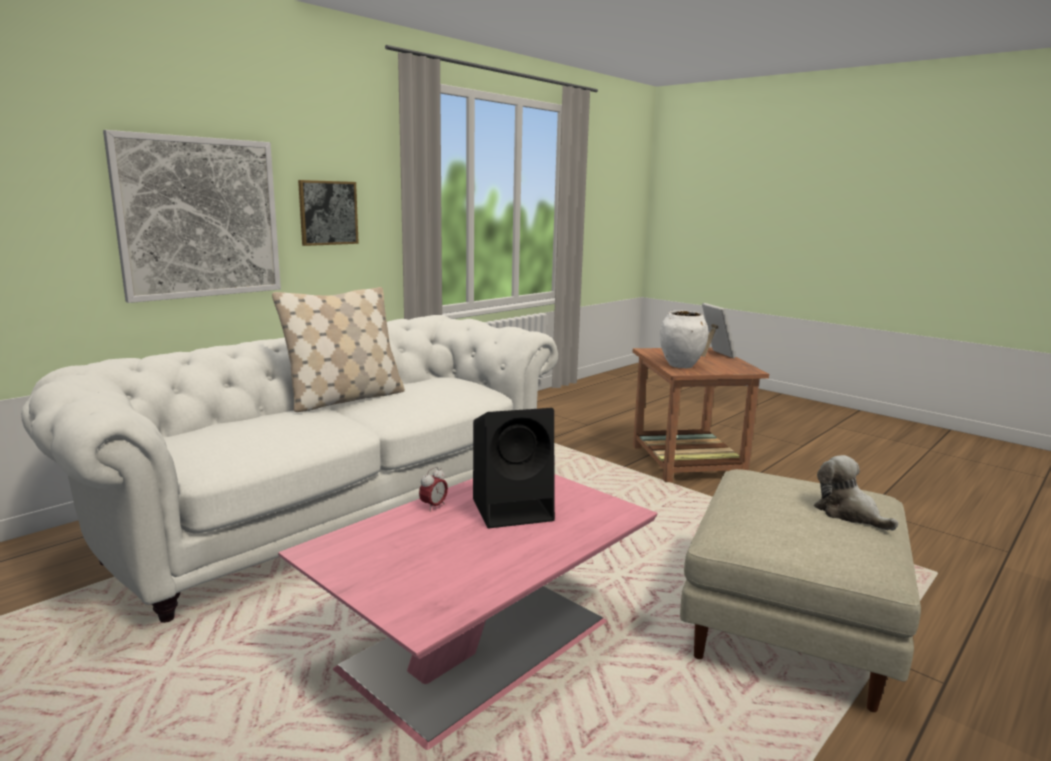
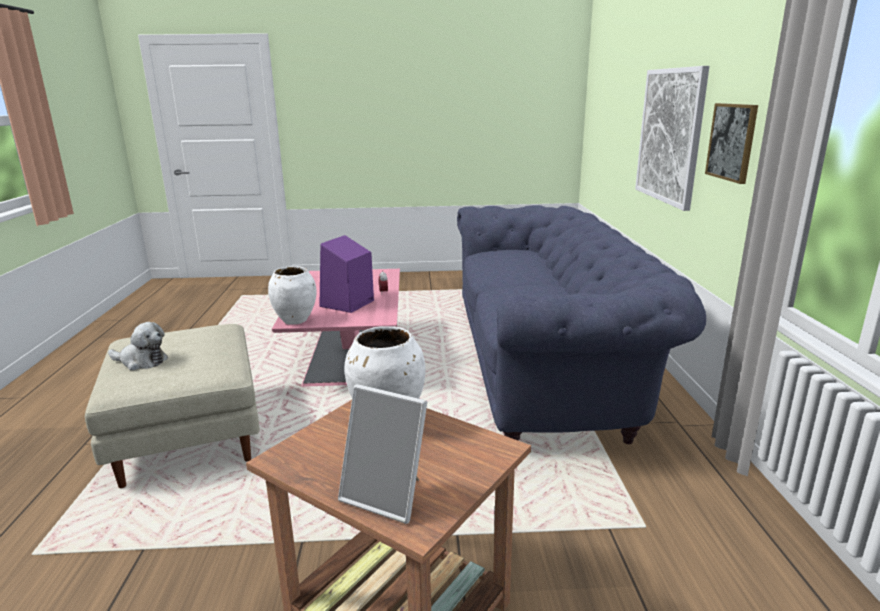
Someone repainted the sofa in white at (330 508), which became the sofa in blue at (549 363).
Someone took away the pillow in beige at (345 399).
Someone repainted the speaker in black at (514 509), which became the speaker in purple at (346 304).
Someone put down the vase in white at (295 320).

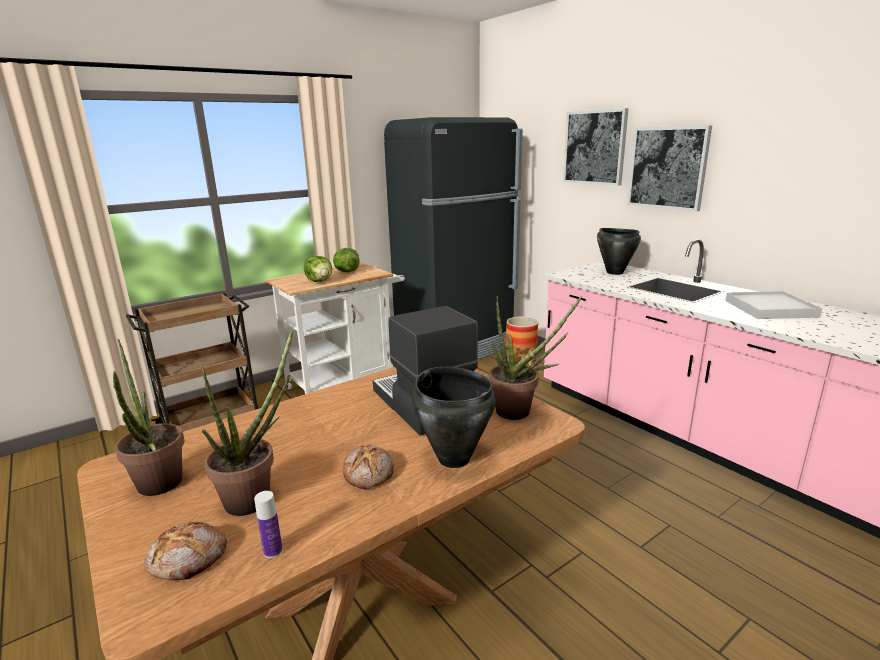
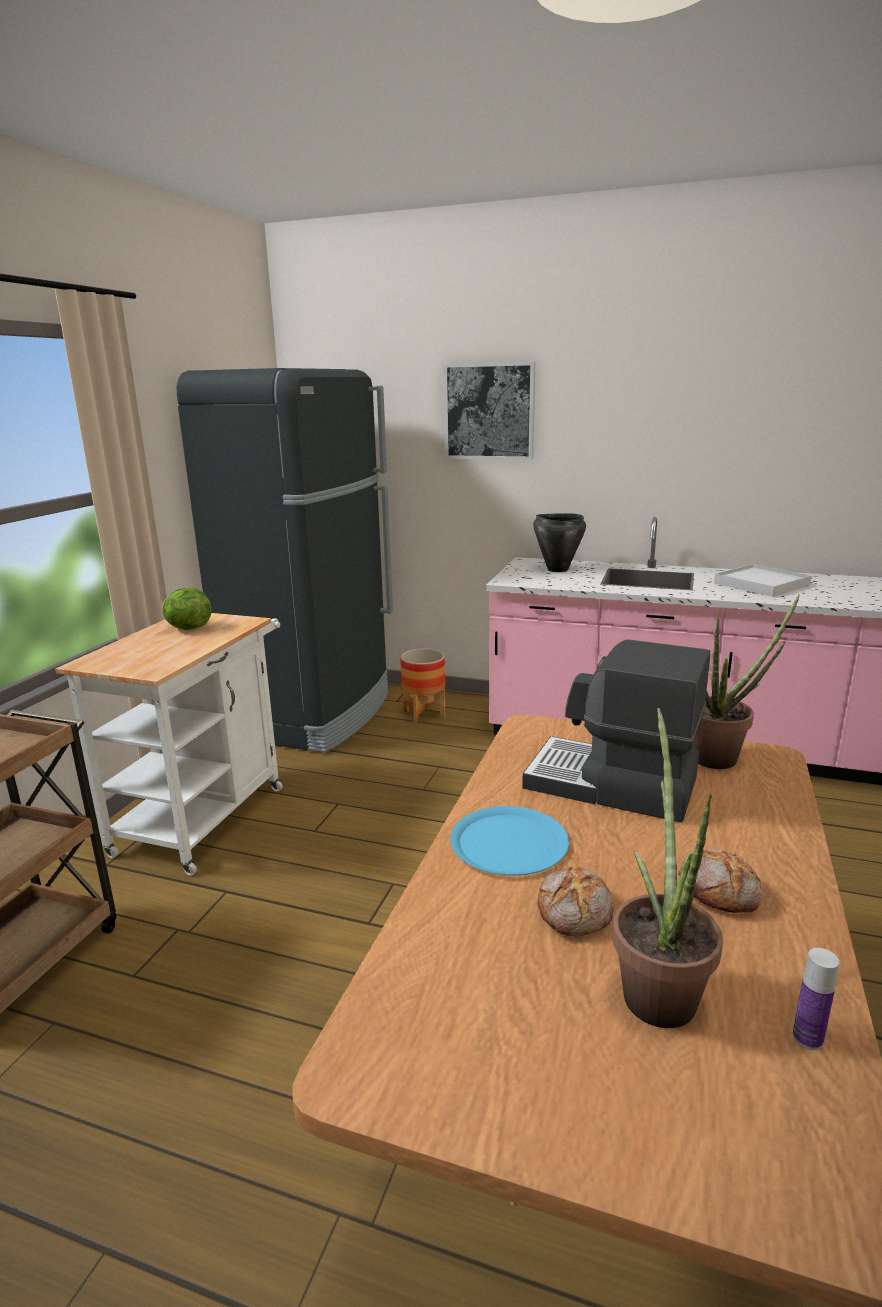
Someone took away the potted plant at (159 489).
Someone carried the bread from (189 559) to (576 911).
Someone took away the lettuce at (320 281).
Someone took away the cooking pot in black at (454 458).
Someone took away the picture at (668 168).
Someone put down the plate in blue at (508 842).

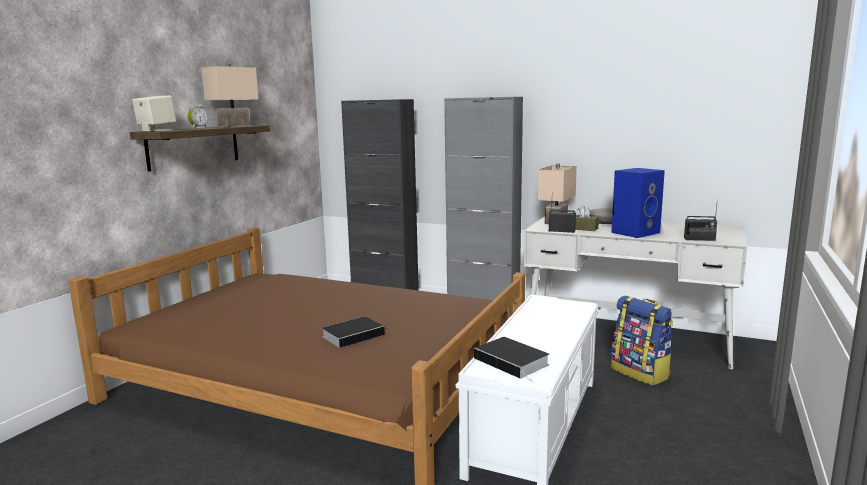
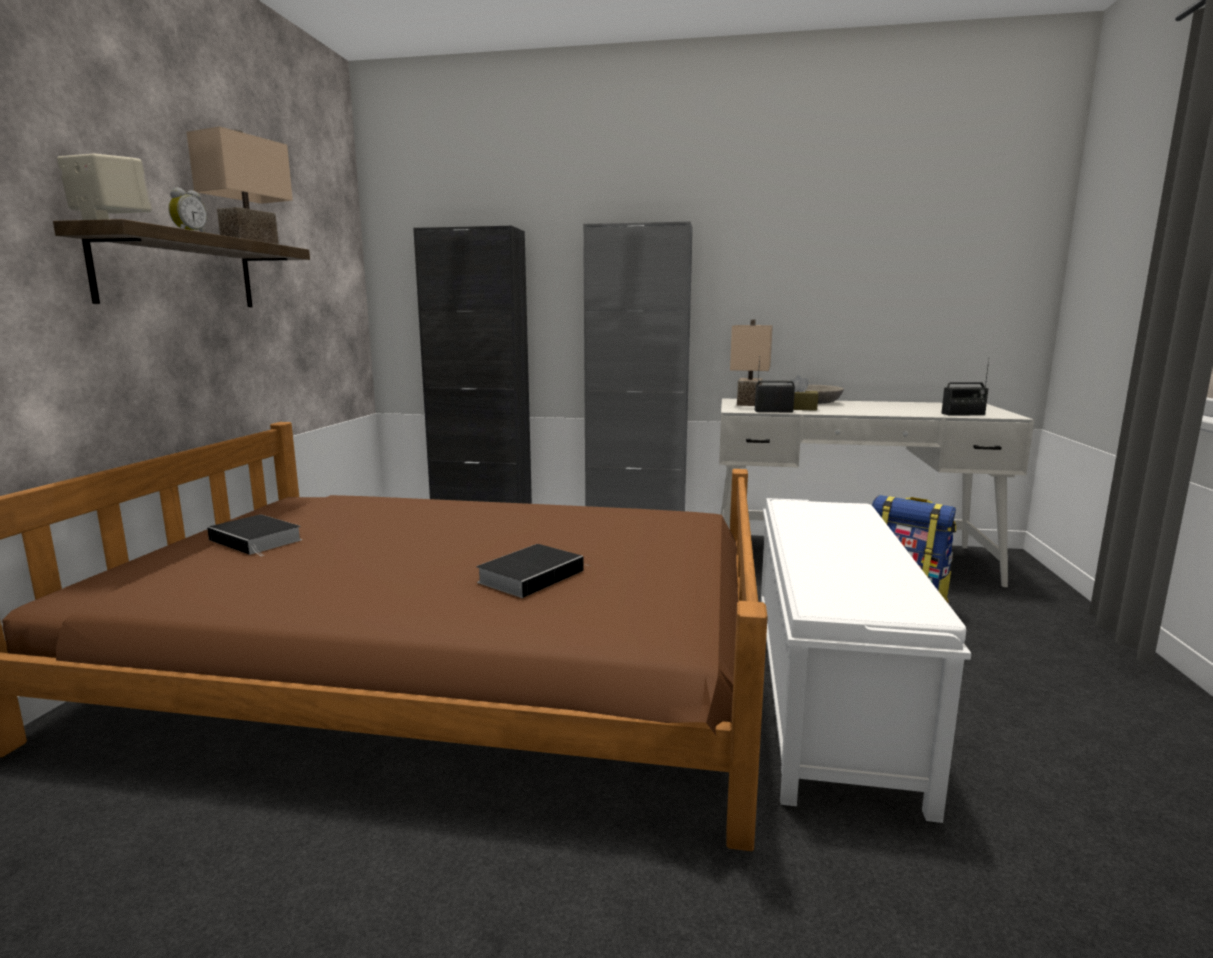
Someone carried the book from (513 362) to (258 540).
Someone took away the speaker in blue at (635 232).

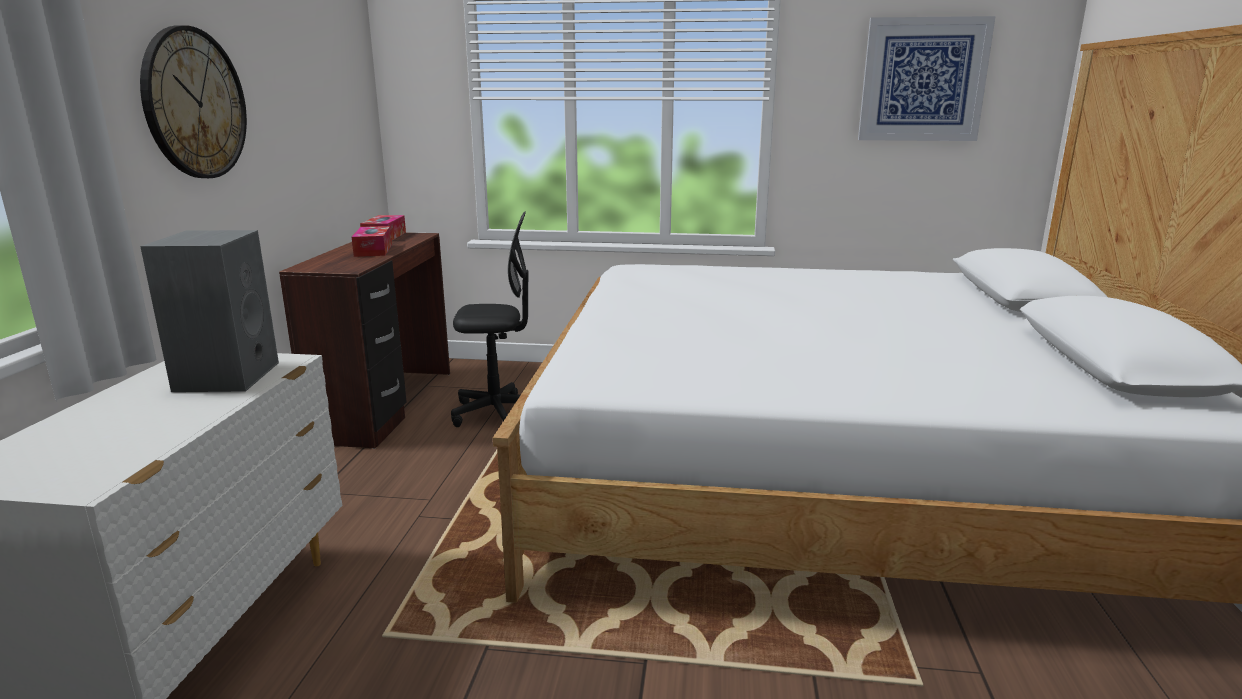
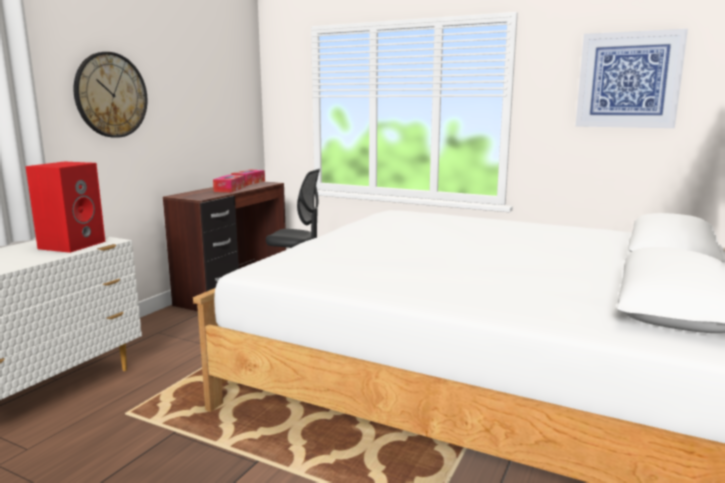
Someone repainted the speaker in grey at (226 376), which became the speaker in red at (72 244).

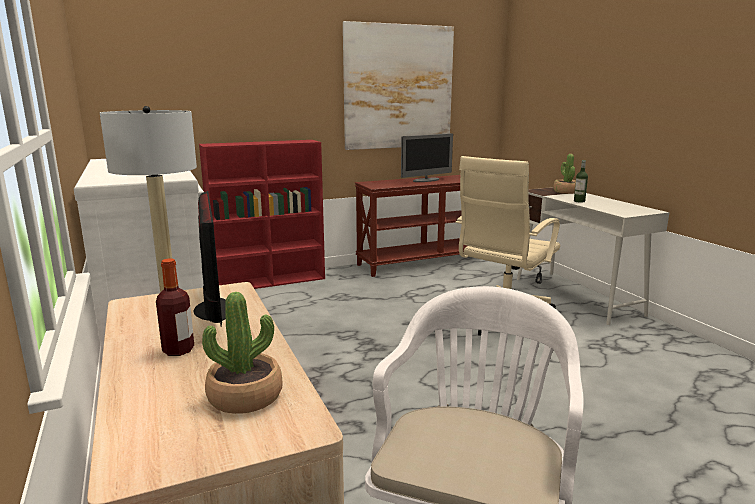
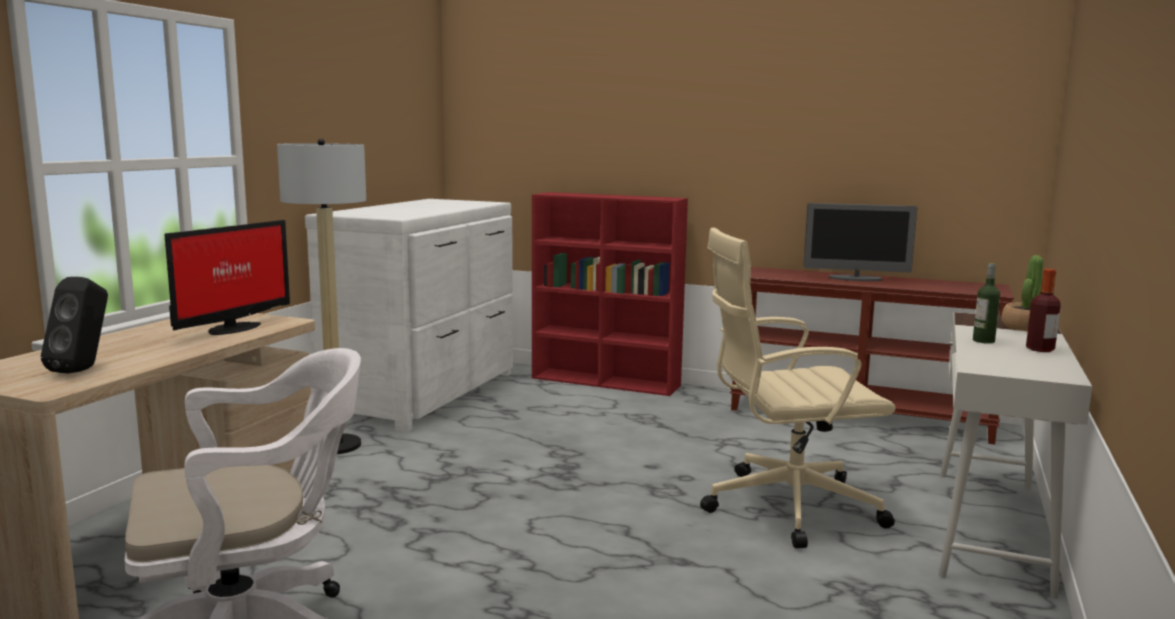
Someone carried the bottle from (178 350) to (1040 349).
Someone swapped the potted plant at (245 396) for the speaker in black at (83 369).
Someone took away the picture at (398 87).

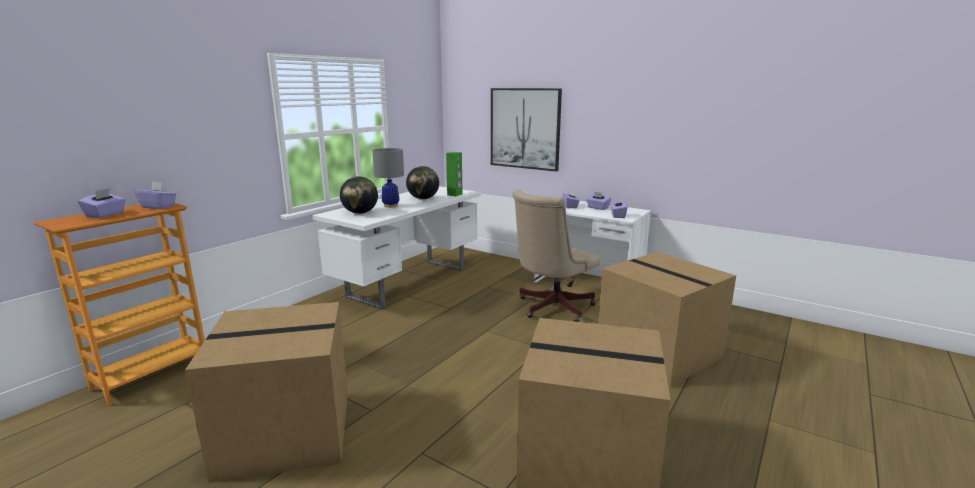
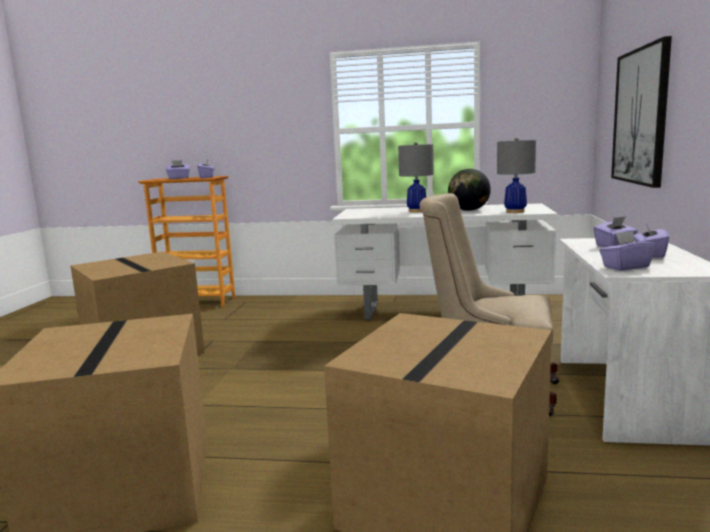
Someone took away the globe at (360 213).
Someone swapped the speaker in green at (455 194) for the table lamp in grey at (515 211).

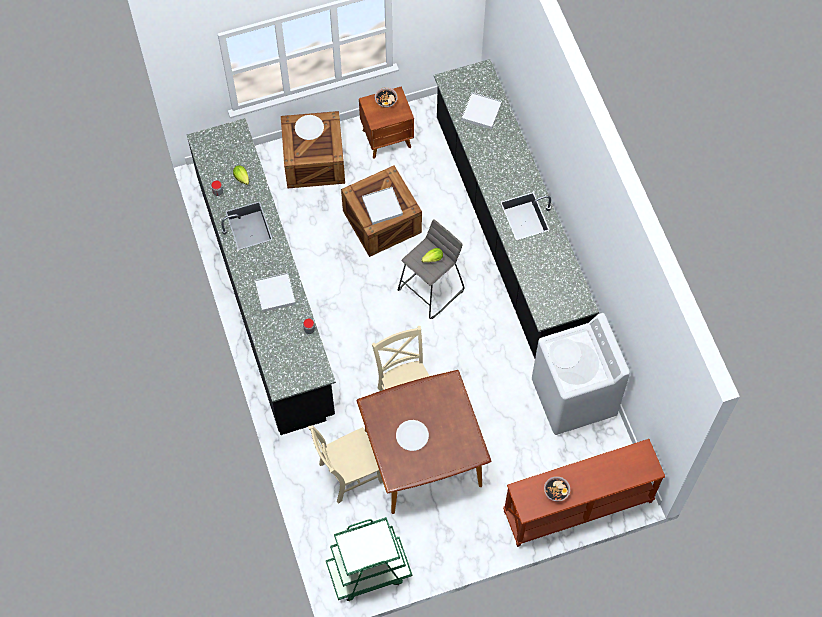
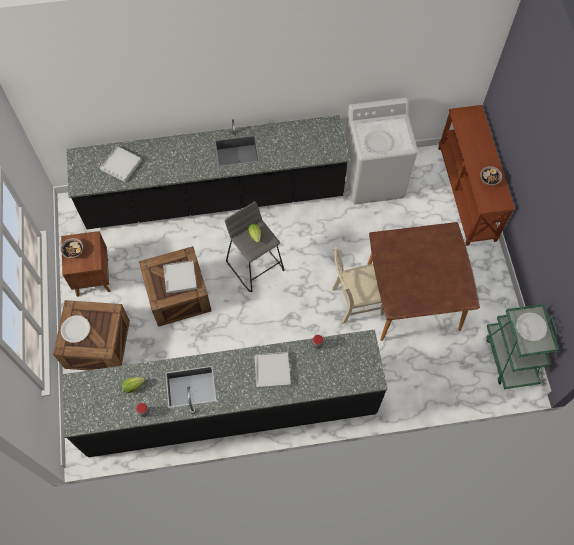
Someone took away the chair in beige at (348 474).
Someone carried the plate in white from (412 436) to (531 327).

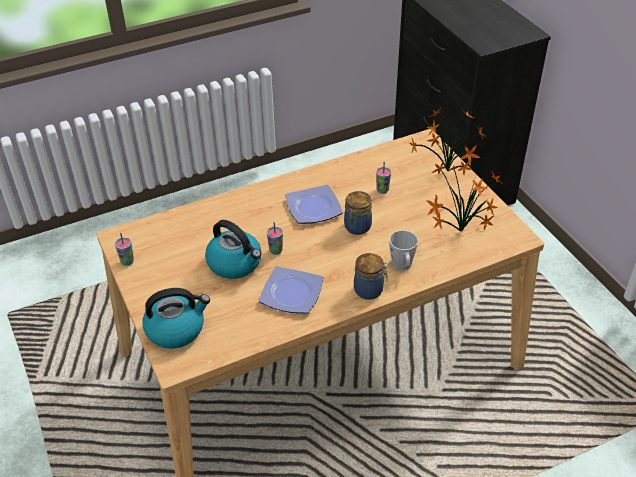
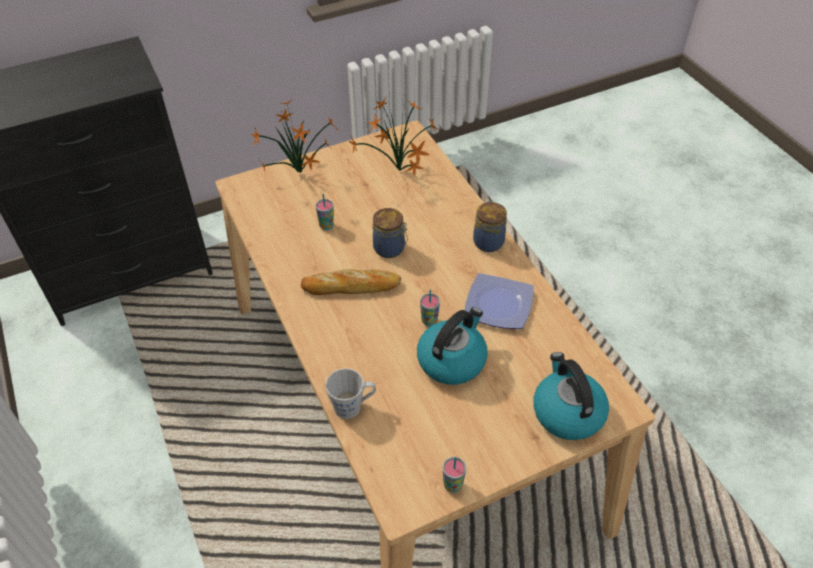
Someone swapped the plate at (314 207) for the bread at (351 286).
Someone carried the mug in grey from (402 266) to (353 406).

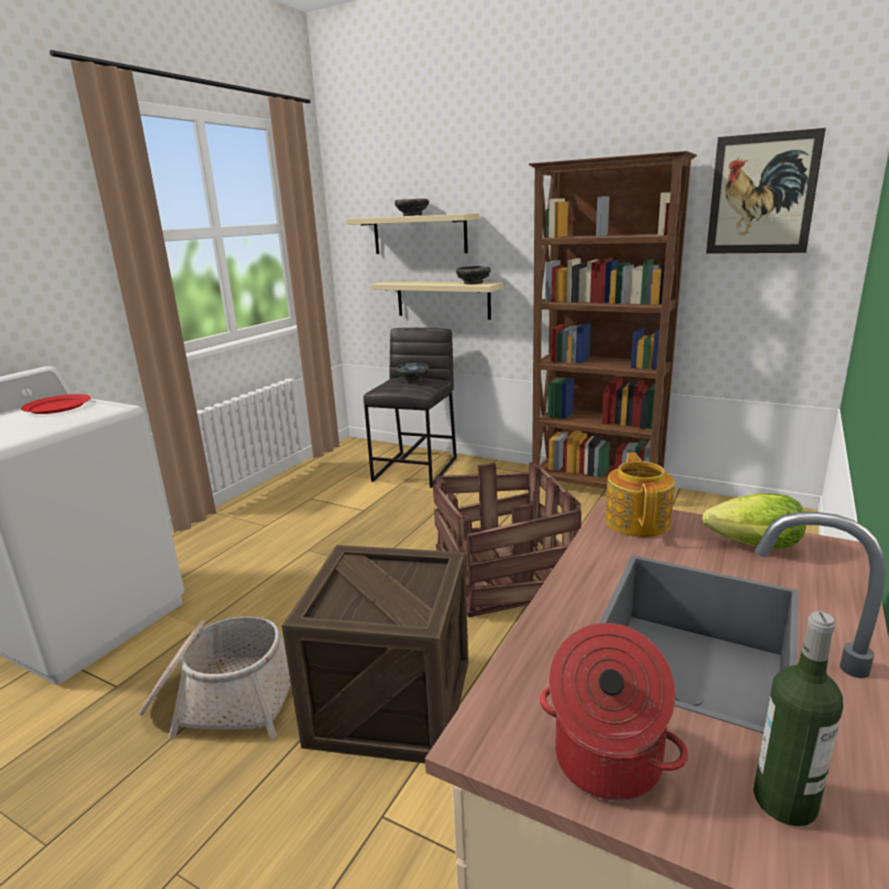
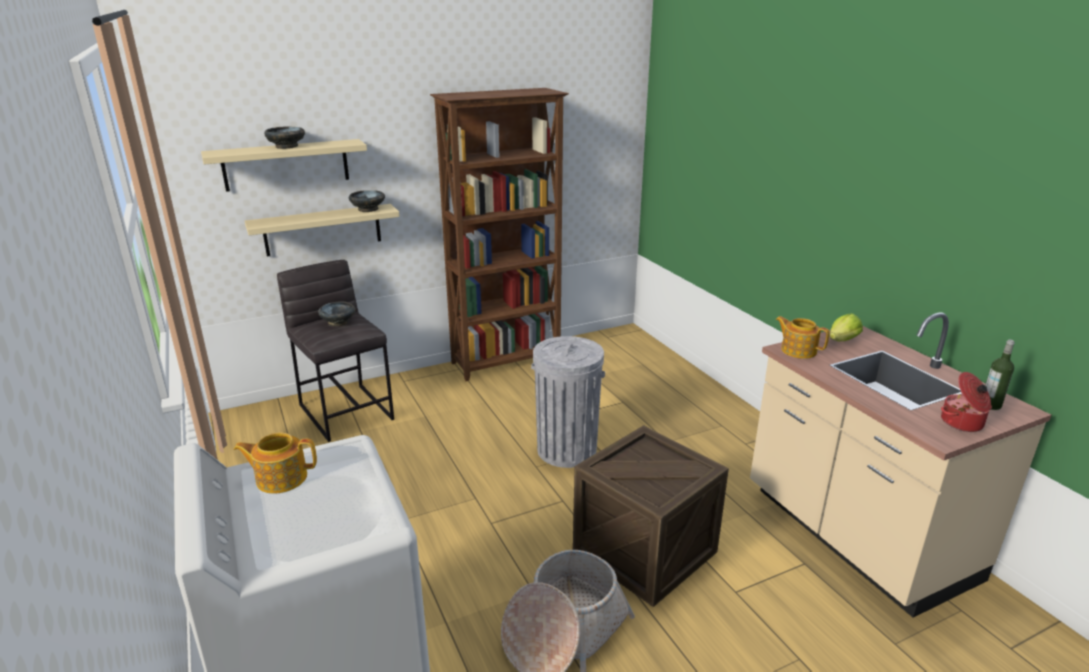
Someone swapped the plate in red at (58 407) for the teapot at (280 478).
Someone swapped the crate at (504 578) for the trash can in grey at (567 449).
Someone took away the picture at (762 194).

